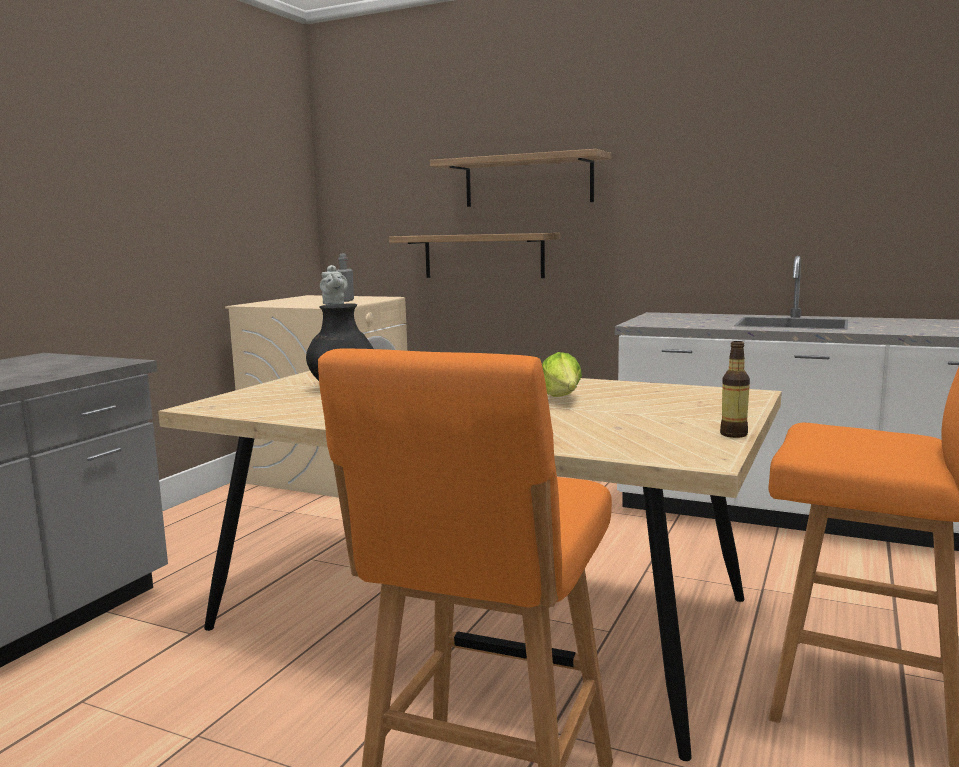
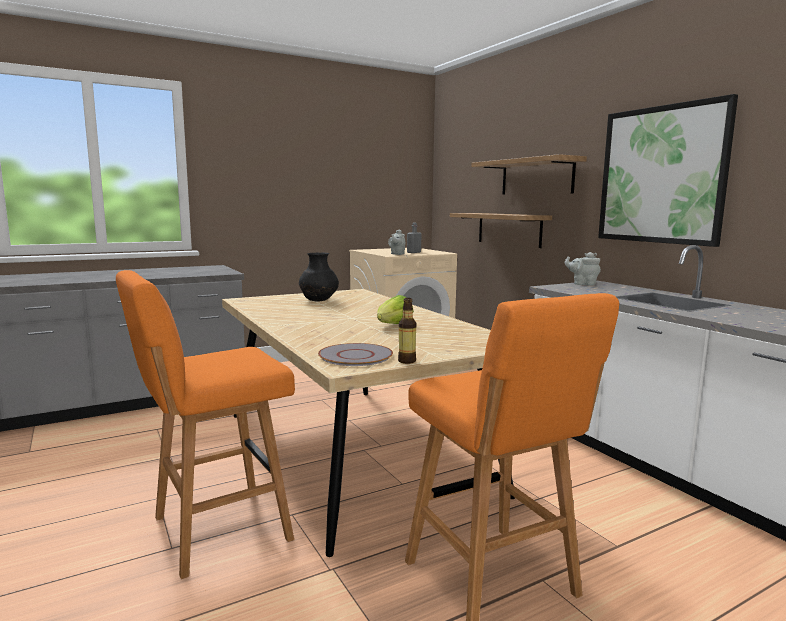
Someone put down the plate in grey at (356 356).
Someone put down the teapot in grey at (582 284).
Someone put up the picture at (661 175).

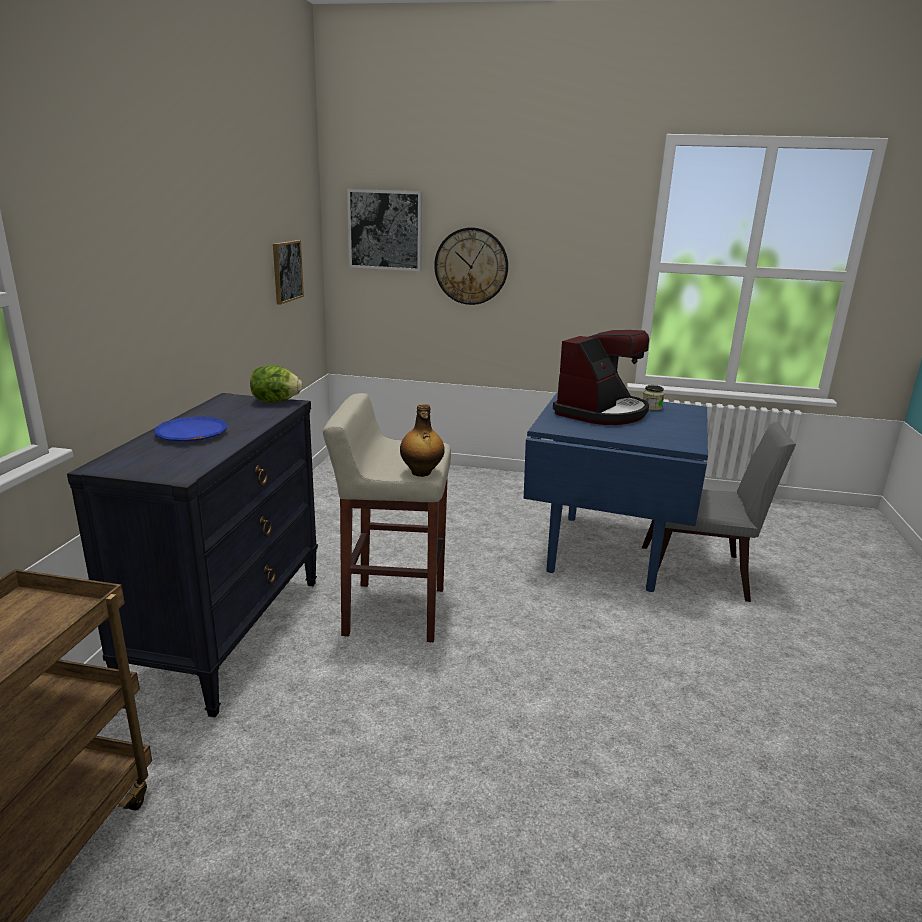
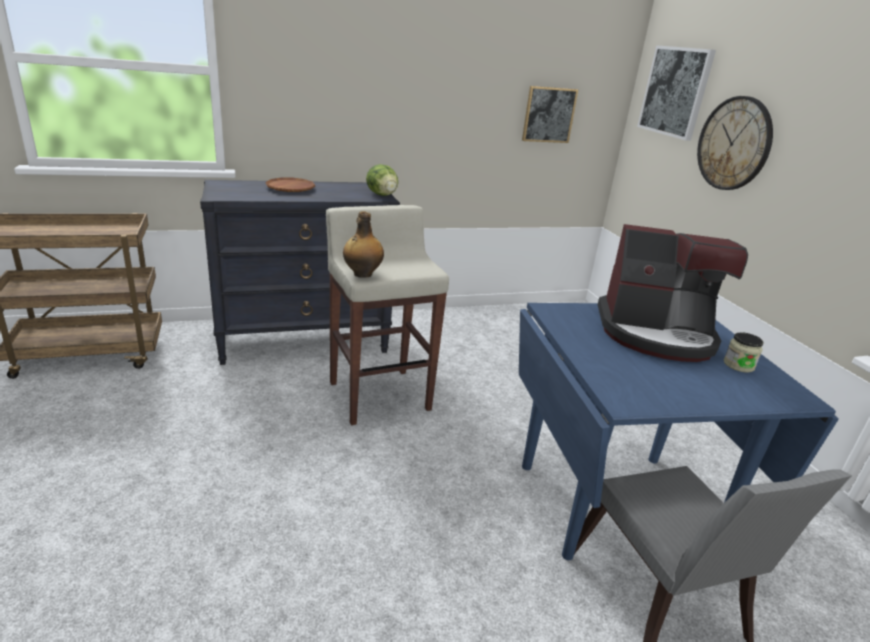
Someone repainted the plate in blue at (191 434), which became the plate in brown at (290 188).

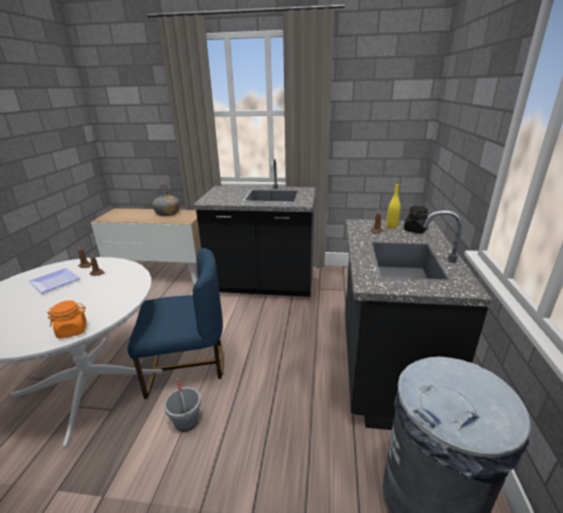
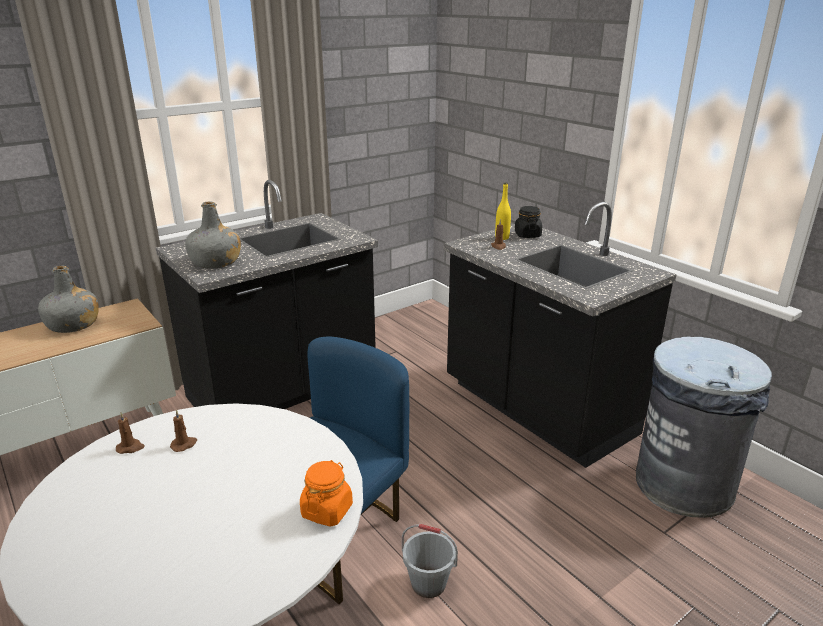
Someone took away the plate at (54 283).
Someone put down the bottle in grey at (215 262).

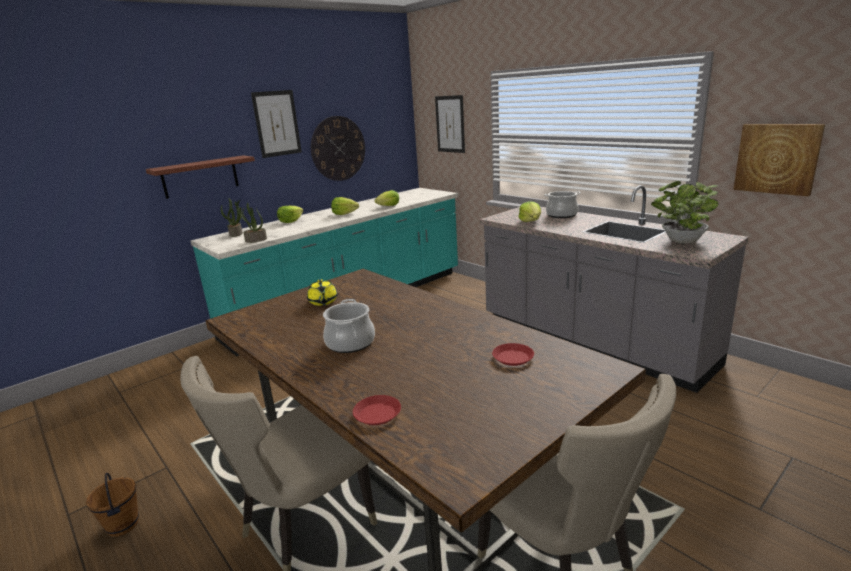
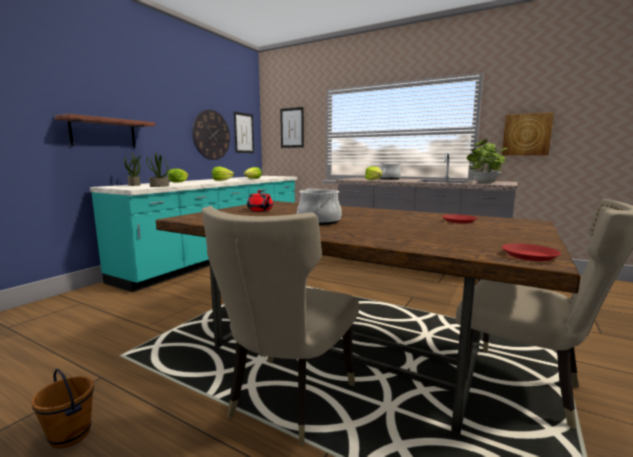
Someone carried the picture from (277 123) to (244 133).
Someone repainted the teapot in yellow at (323 302), which became the teapot in red at (260 210).
Someone carried the plate in red from (377 414) to (529 256).

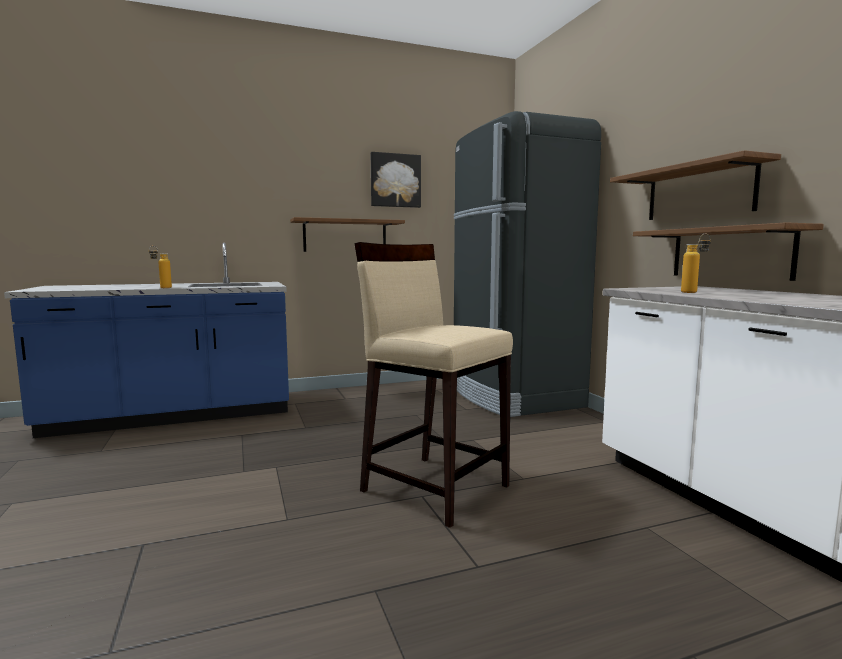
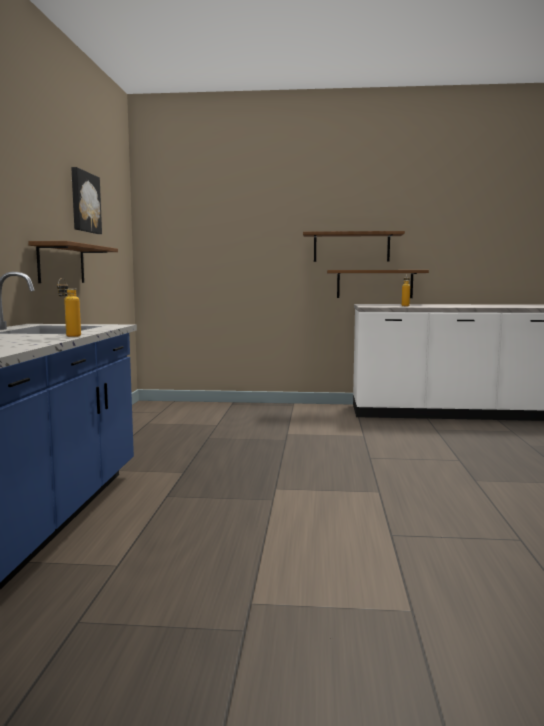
Someone took away the stool in beige at (434 487).
Someone took away the fridge in black at (513 397).

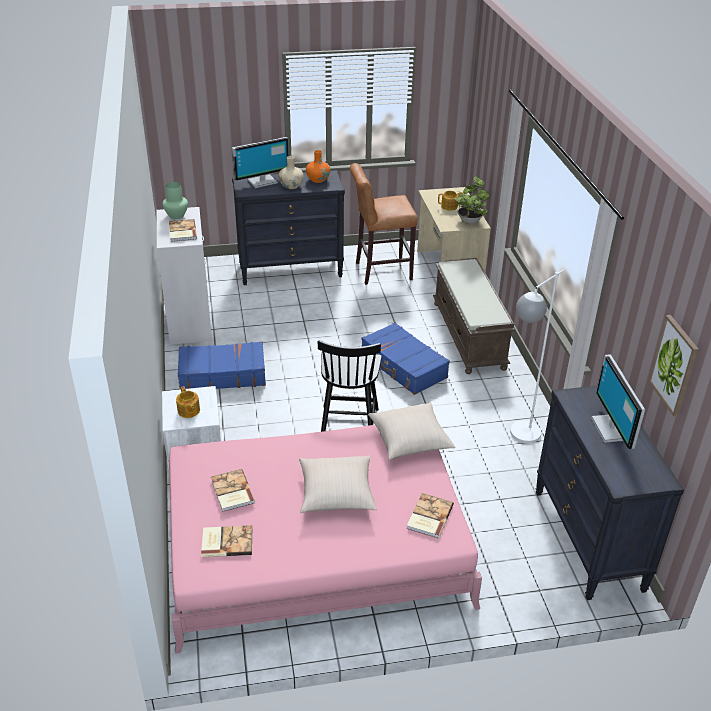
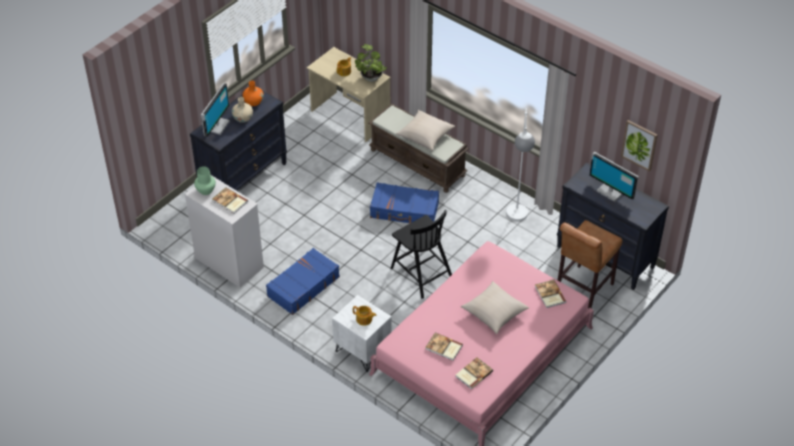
Someone carried the stool in brown from (380 271) to (582 290).
Someone carried the pillow in beige from (410 440) to (425 136).

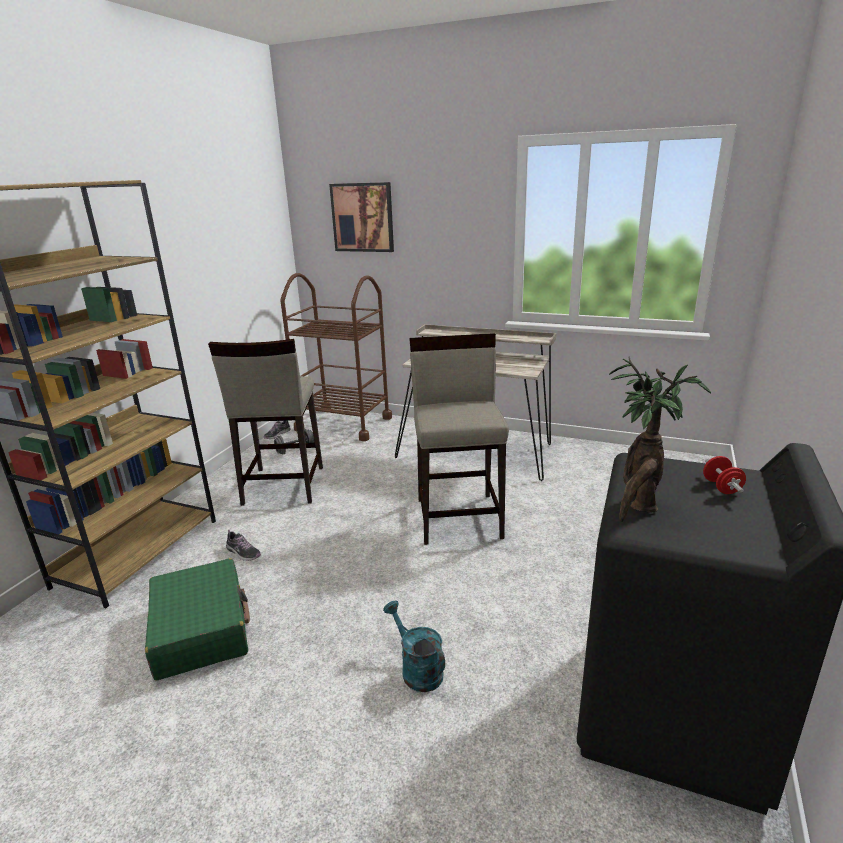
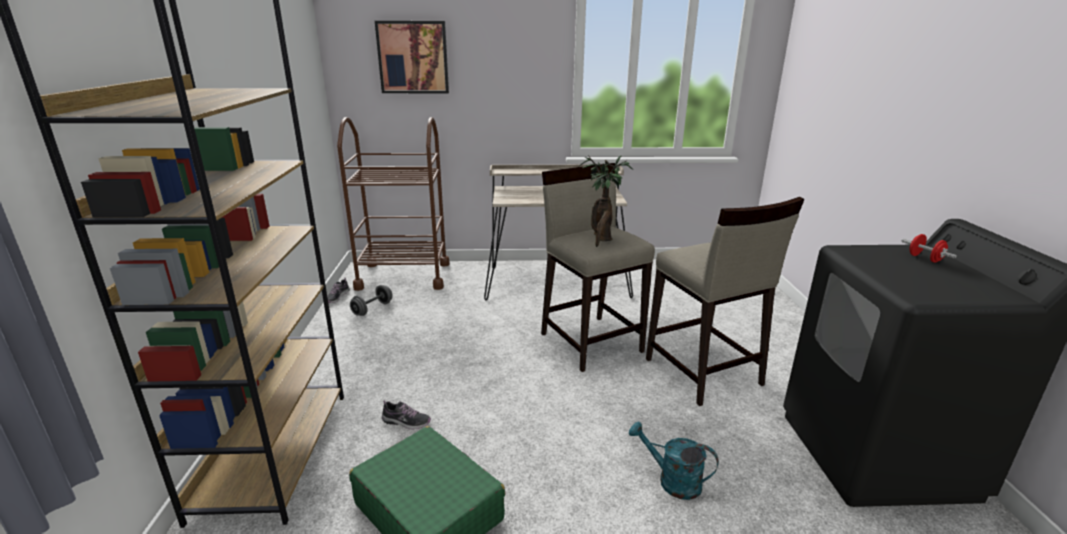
Someone carried the stool in beige from (283 486) to (703 372).
Someone carried the potted plant from (639 504) to (601 239).

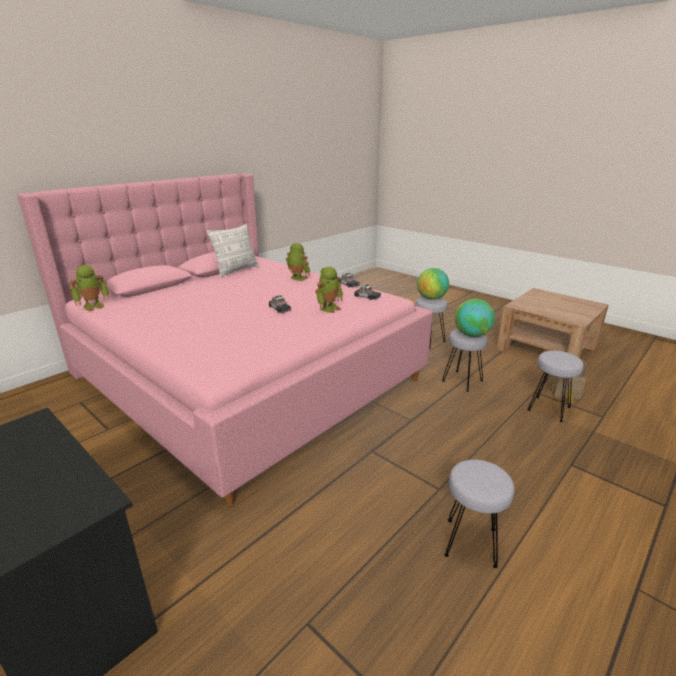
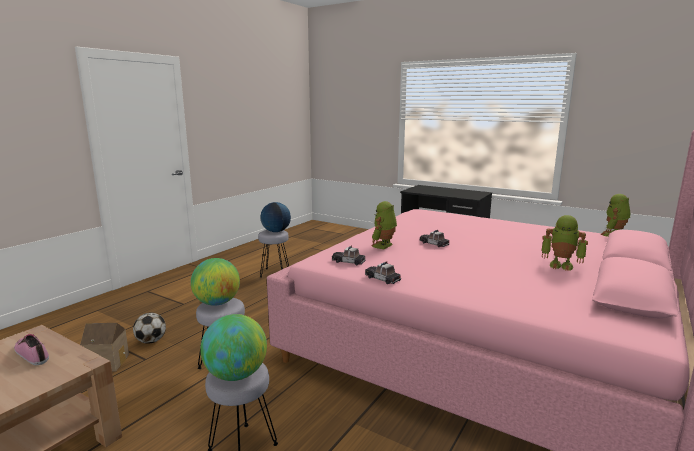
Someone took away the pillow at (236 271).
Someone carried the toy robot from (297 278) to (561 265).
Someone swapped the stool in grey at (549 409) for the football at (151 341).
Someone put down the shoe at (33 354).
Someone put down the globe at (276 231).

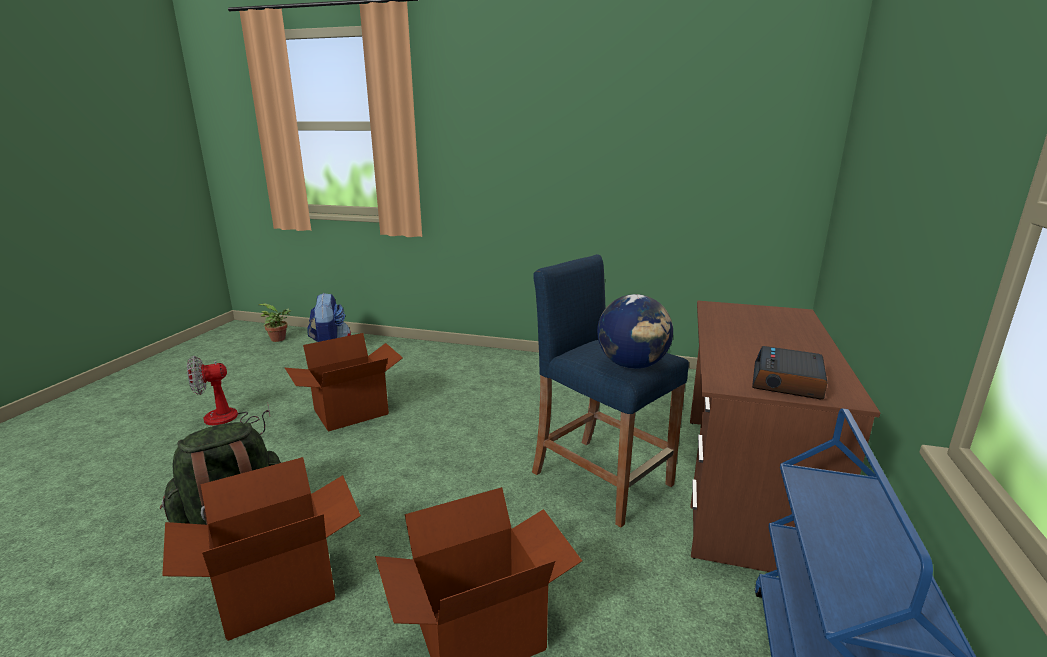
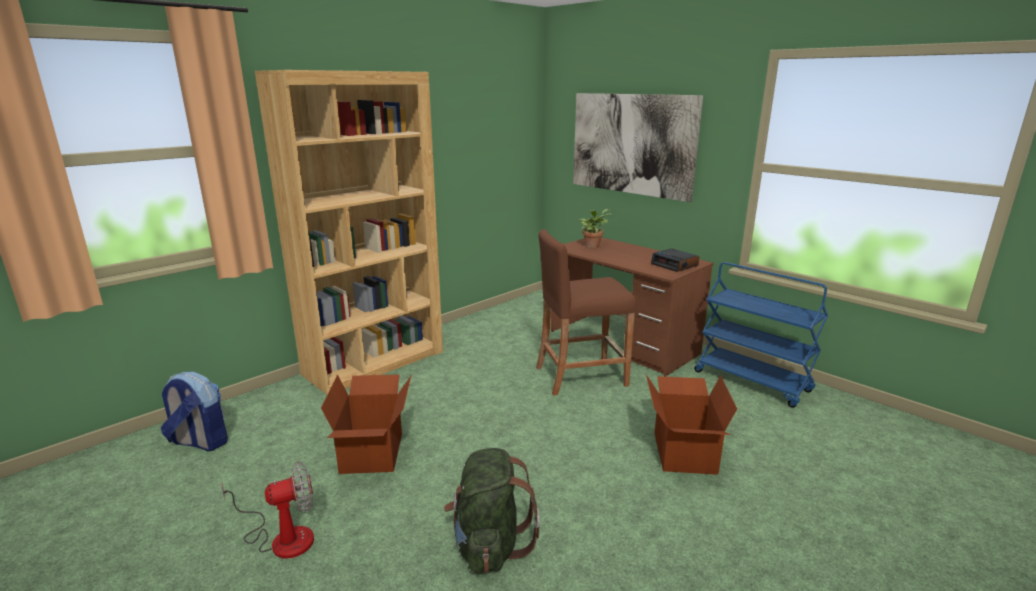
Someone took away the cardboard box at (277 589).
Someone rotated the fan at (229 420) by 120 degrees counterclockwise.
Someone carried the potted plant from (280 339) to (593 245).
Someone repainted the stool in blue at (601 478), which became the stool in brown at (580 376).
Someone took away the globe at (632 365).
Someone put down the bookcase in brown at (375 362).
Someone put up the picture at (632 144).

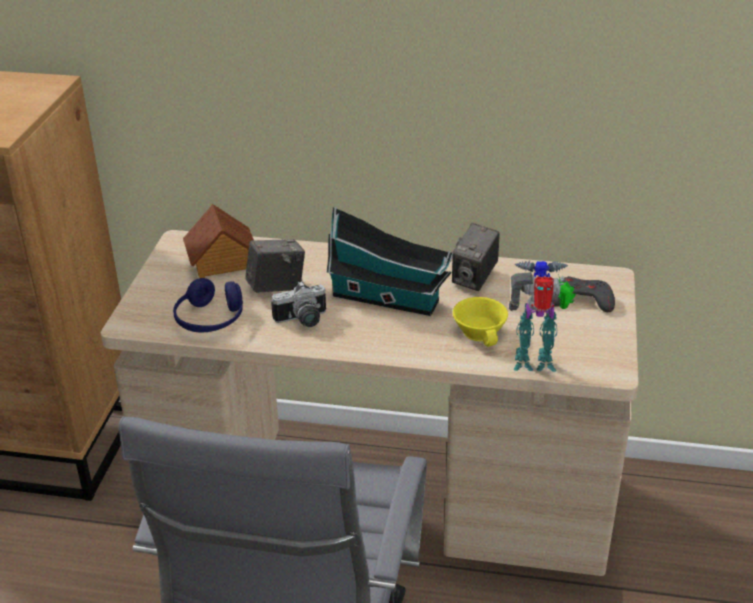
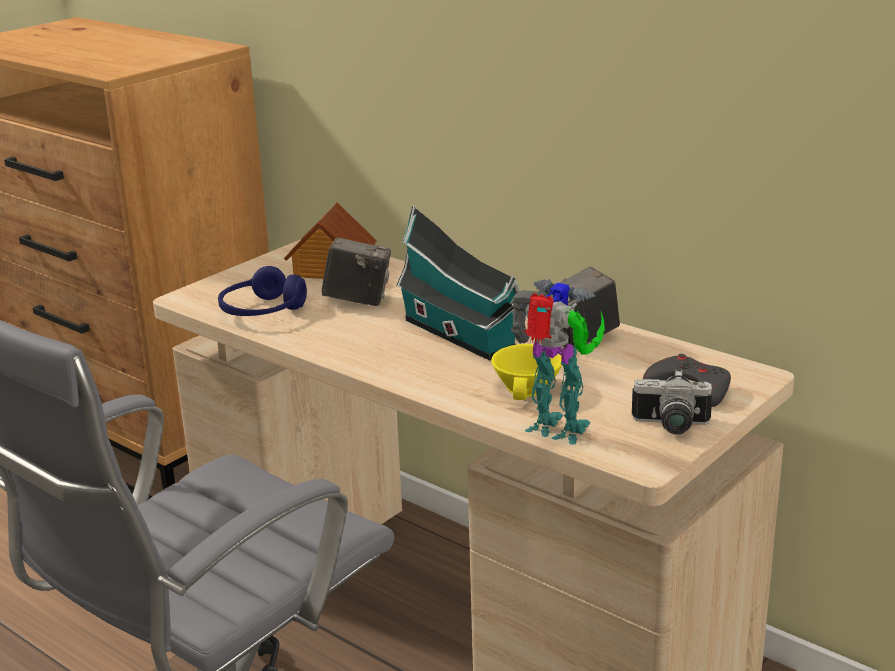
Someone carried the photo camera from (303 321) to (670 426).

